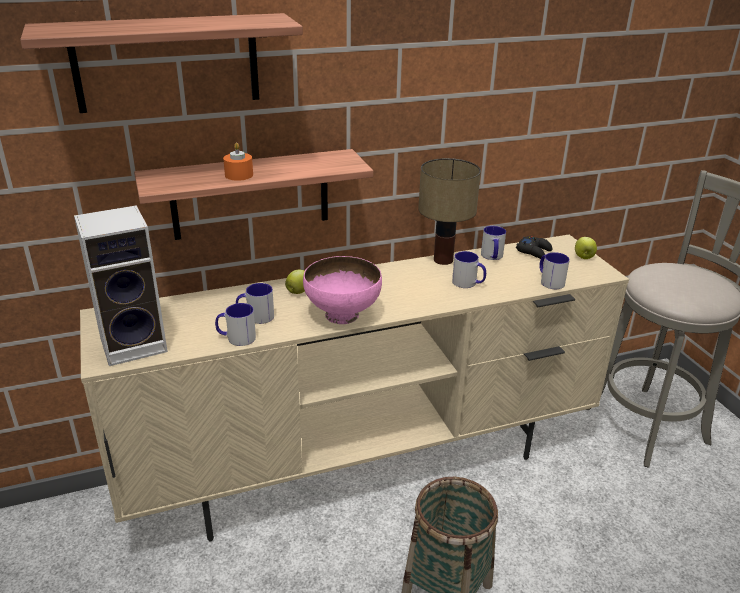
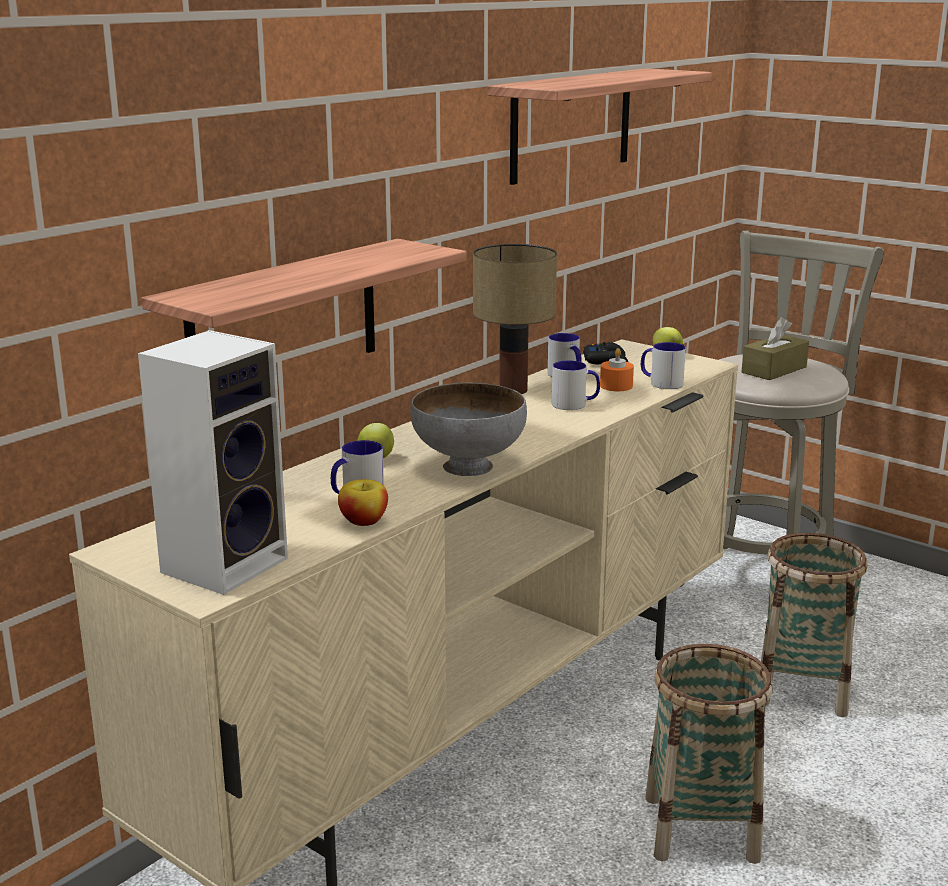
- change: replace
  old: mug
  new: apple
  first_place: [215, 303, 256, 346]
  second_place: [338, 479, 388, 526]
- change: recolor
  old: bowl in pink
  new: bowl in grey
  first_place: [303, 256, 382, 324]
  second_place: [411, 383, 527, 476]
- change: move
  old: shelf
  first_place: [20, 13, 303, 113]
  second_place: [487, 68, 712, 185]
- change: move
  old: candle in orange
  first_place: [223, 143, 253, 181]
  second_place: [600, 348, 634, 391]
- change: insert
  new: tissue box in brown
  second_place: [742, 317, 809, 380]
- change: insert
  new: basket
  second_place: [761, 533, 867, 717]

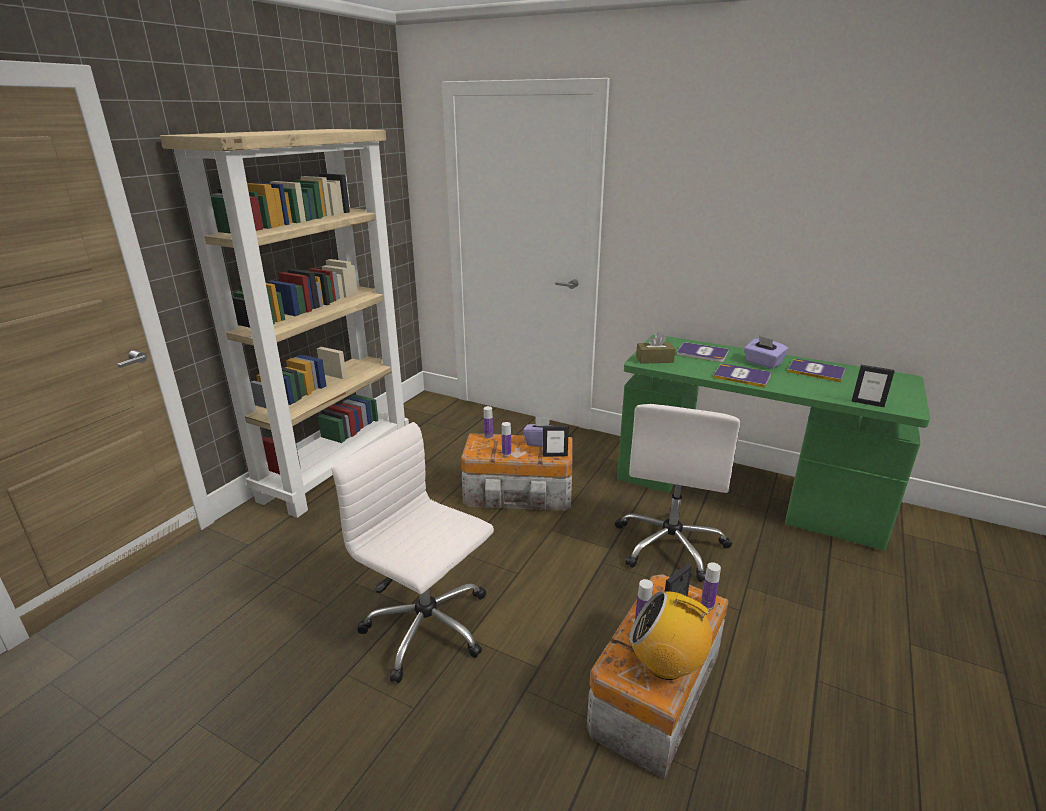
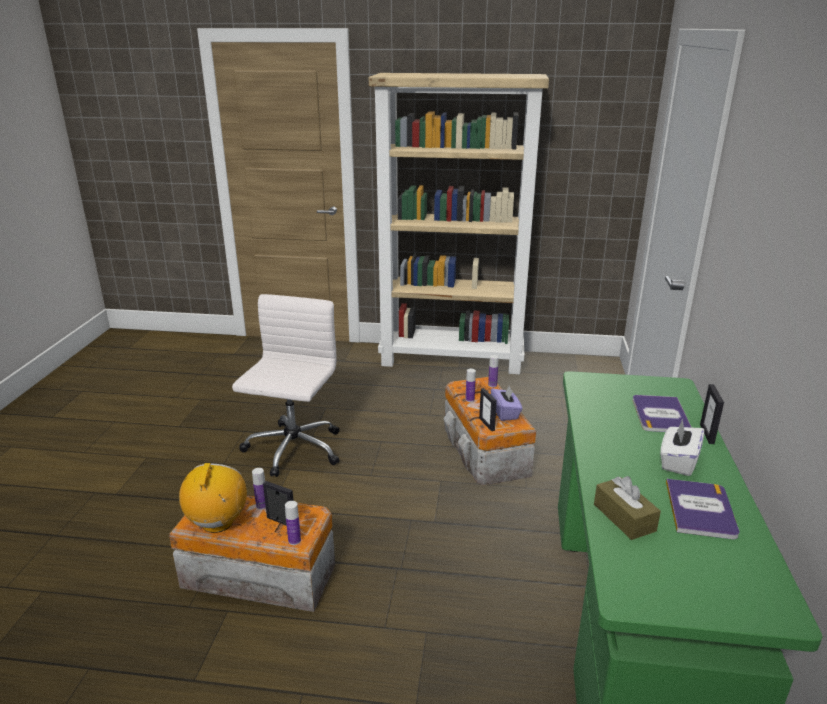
- change: move
  old: tissue box in brown
  first_place: [636, 333, 675, 364]
  second_place: [594, 476, 661, 540]
- change: recolor
  old: tissue box in purple
  new: tissue box in white
  first_place: [744, 336, 788, 369]
  second_place: [660, 419, 704, 476]
- change: move
  old: picture frame
  first_place: [852, 365, 895, 407]
  second_place: [700, 384, 724, 444]
- change: delete
  old: office chair in white
  first_place: [615, 404, 740, 582]
- change: delete
  old: book
  first_place: [713, 364, 771, 388]

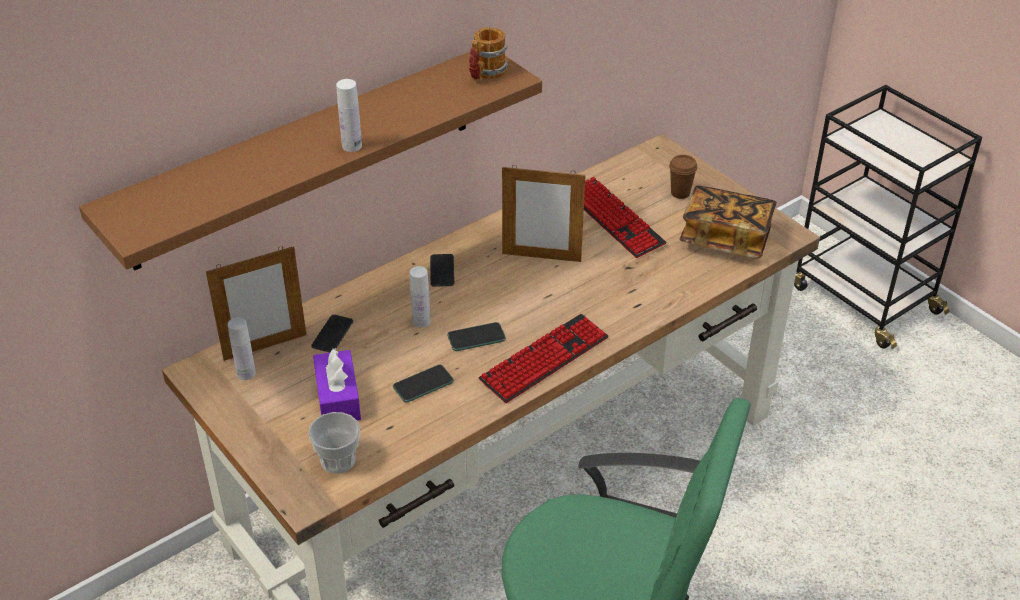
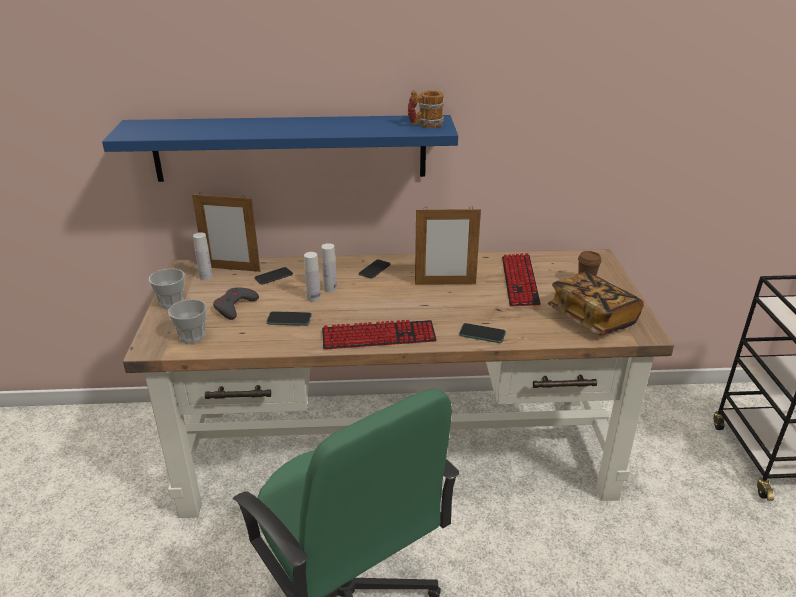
- change: recolor
  old: shelf in brown
  new: shelf in blue
  first_place: [79, 52, 542, 271]
  second_place: [102, 115, 458, 182]
- change: insert
  new: cup
  second_place: [149, 268, 185, 309]
- change: replace
  old: tissue box in purple
  new: game controller in grey
  first_place: [313, 348, 361, 421]
  second_place: [213, 287, 259, 320]
- change: move
  old: bottle in white
  first_place: [336, 79, 362, 152]
  second_place: [304, 252, 321, 302]
- change: rotate
  old: picture frame
  first_place: [502, 165, 585, 262]
  second_place: [415, 206, 481, 285]
  degrees: -45
- change: move
  old: phone
  first_place: [447, 322, 506, 351]
  second_place: [459, 323, 506, 343]

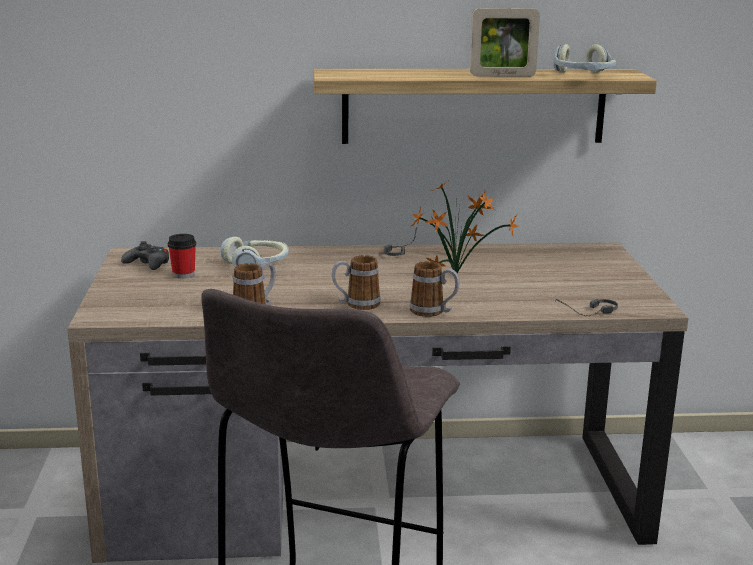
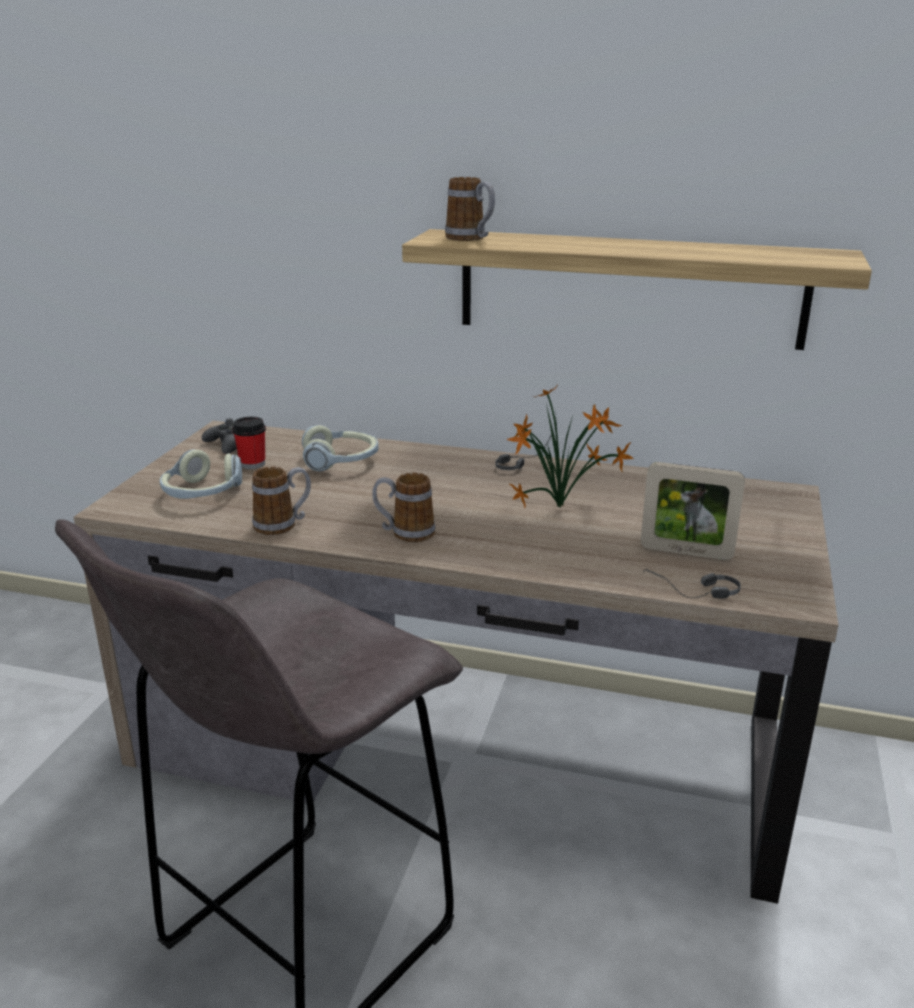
- change: move
  old: headphones
  first_place: [554, 44, 616, 73]
  second_place: [160, 449, 242, 499]
- change: move
  old: mug
  first_place: [410, 261, 459, 317]
  second_place: [445, 177, 495, 241]
- change: move
  old: picture frame
  first_place: [470, 8, 540, 77]
  second_place: [641, 462, 745, 560]

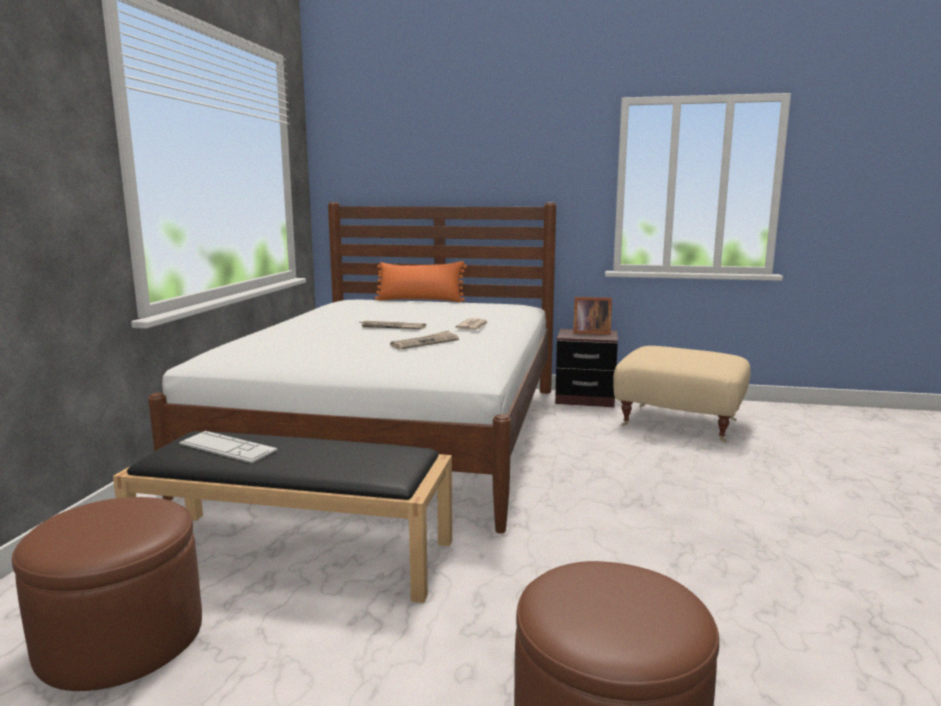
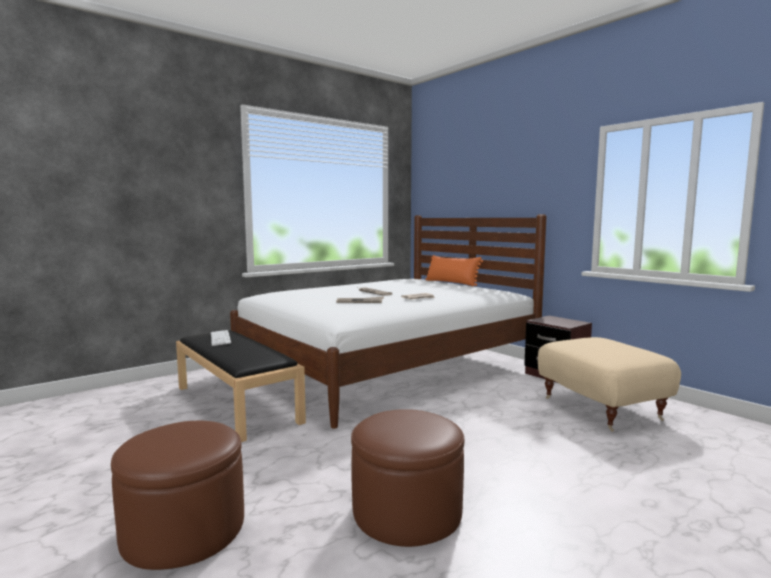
- change: move
  old: ottoman in brown
  first_place: [12, 497, 202, 691]
  second_place: [351, 409, 464, 547]
- change: delete
  old: picture frame
  first_place: [573, 297, 612, 335]

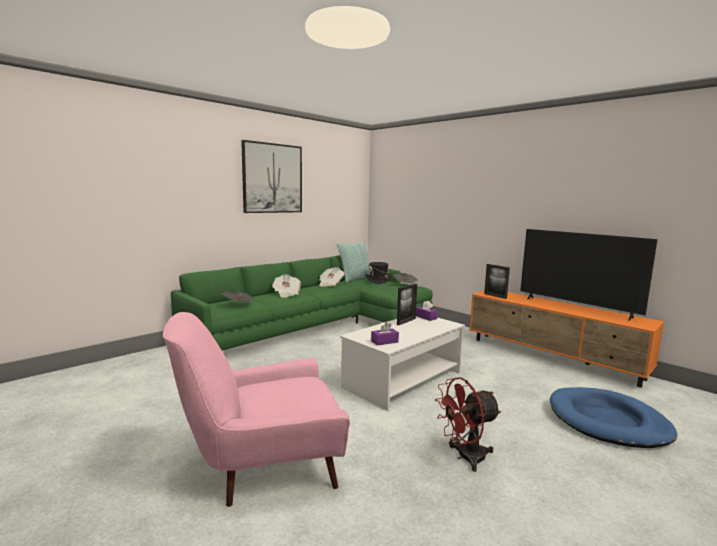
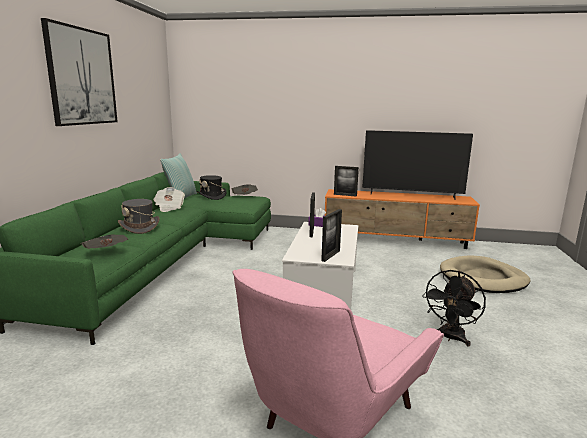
- change: replace
  old: newspaper
  new: hat in grey
  first_place: [272, 275, 301, 298]
  second_place: [118, 199, 159, 234]
- change: replace
  old: tissue box in purple
  new: picture frame
  first_place: [371, 322, 399, 346]
  second_place: [321, 209, 342, 262]
- change: recolor
  old: fan in red
  new: fan in black
  first_place: [435, 377, 501, 472]
  second_place: [422, 270, 486, 346]
- change: recolor
  old: dog bed in blue
  new: dog bed in beige
  first_place: [550, 387, 677, 448]
  second_place: [440, 255, 531, 293]

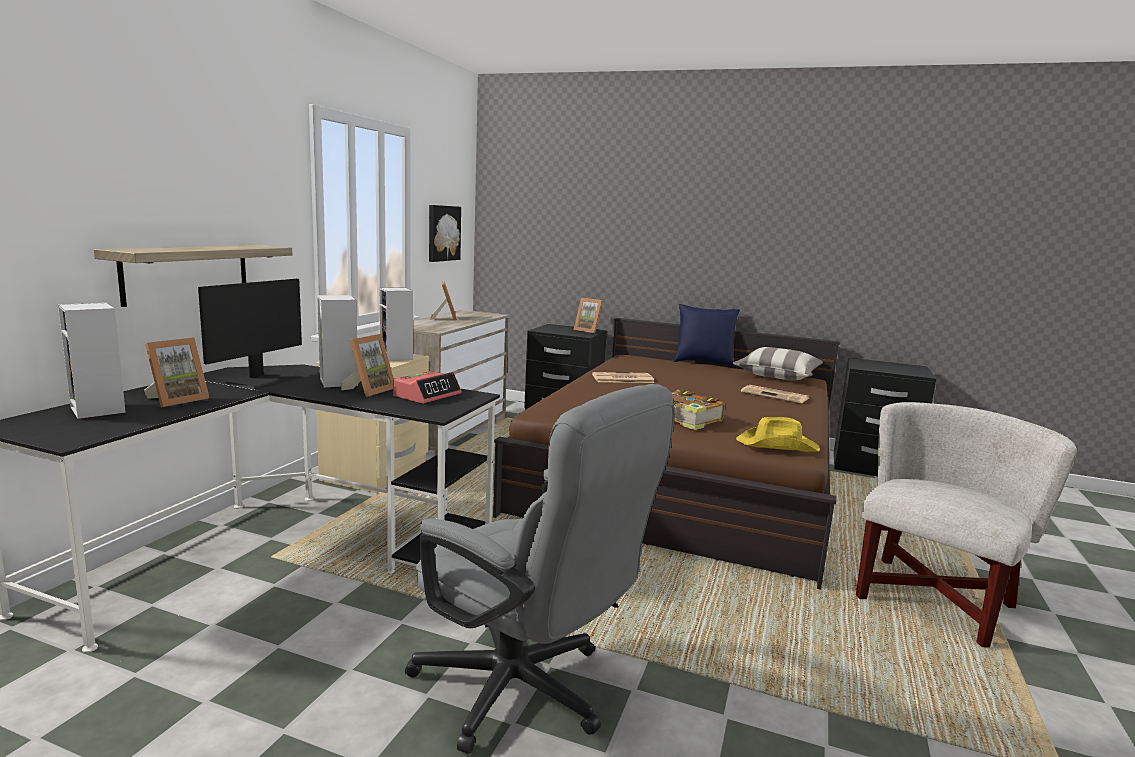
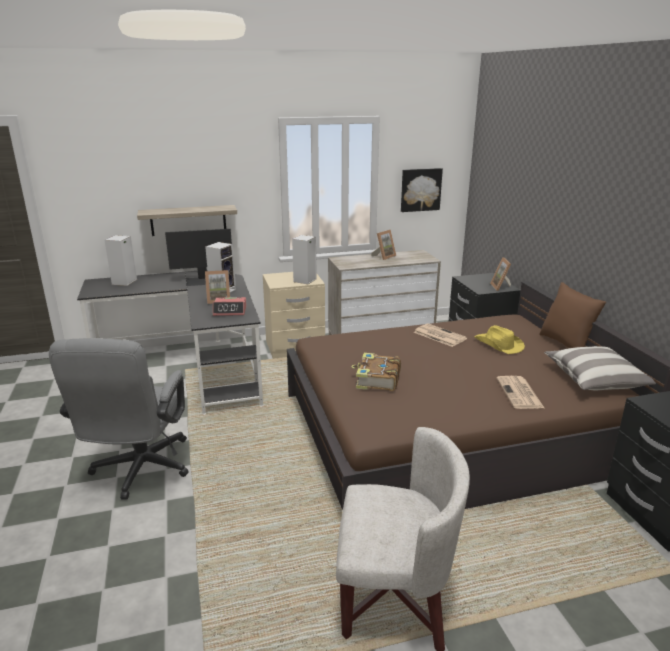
- change: move
  old: hat in yellow
  first_place: [736, 417, 820, 452]
  second_place: [474, 325, 525, 354]
- change: recolor
  old: pillow in blue
  new: pillow in brown
  first_place: [674, 304, 740, 367]
  second_place: [539, 282, 606, 348]
- change: delete
  old: picture frame
  first_place: [144, 337, 209, 407]

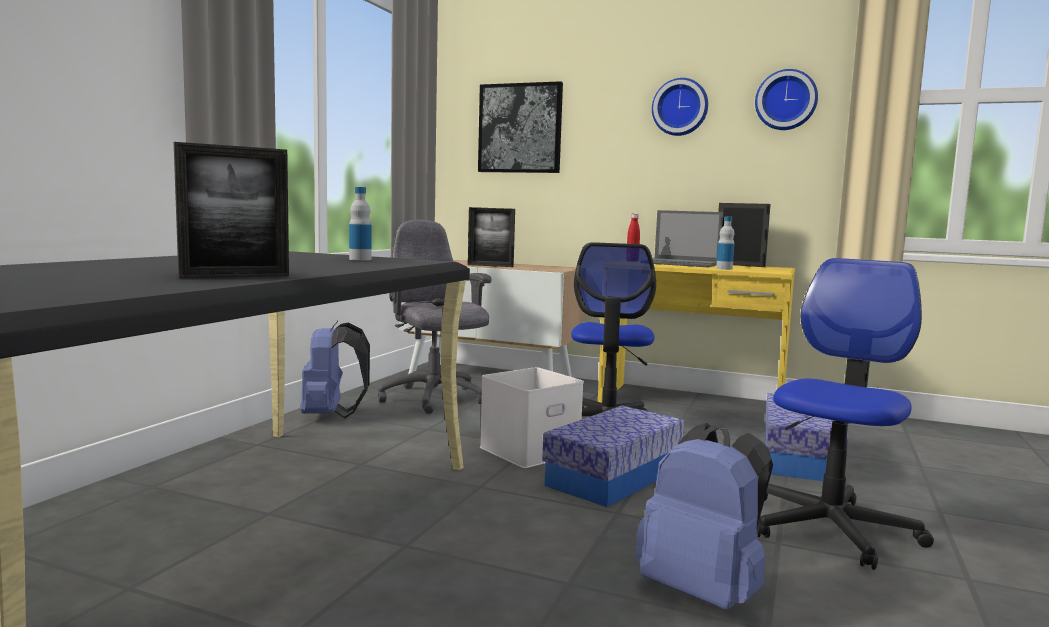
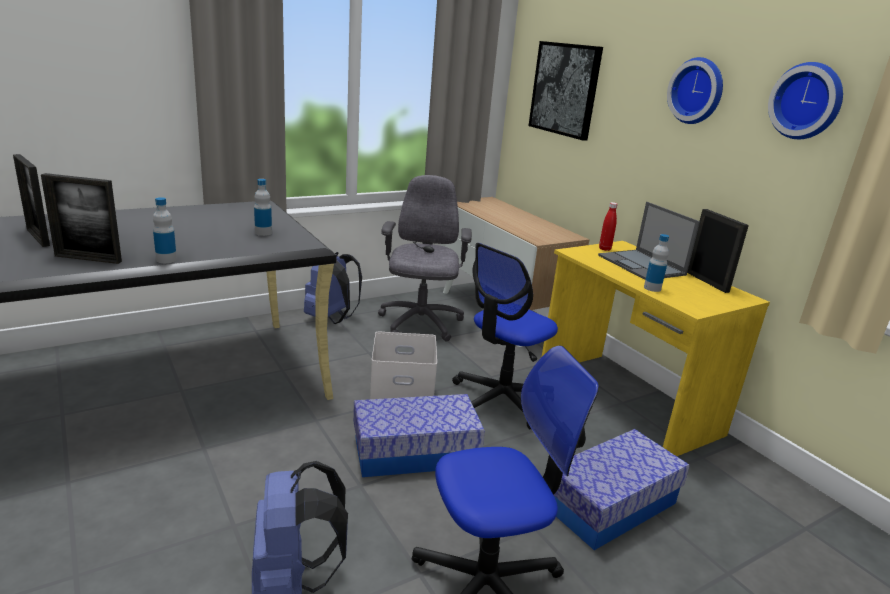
- change: move
  old: picture frame
  first_place: [468, 207, 515, 267]
  second_place: [13, 154, 50, 247]
- change: insert
  new: bottle
  second_place: [153, 197, 177, 263]

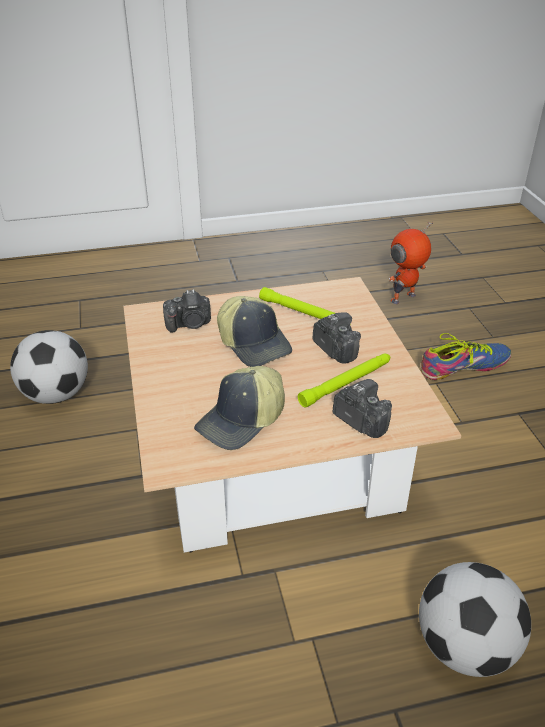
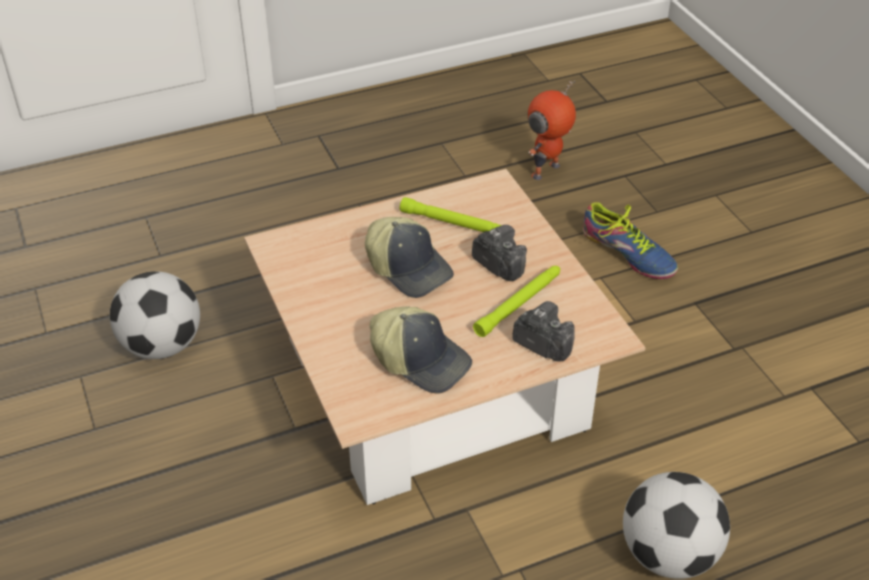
- change: rotate
  old: cap
  first_place: [194, 366, 285, 450]
  second_place: [369, 306, 472, 393]
  degrees: -90
- change: rotate
  old: shoe
  first_place: [421, 333, 511, 380]
  second_place: [583, 202, 678, 279]
  degrees: 75
- change: delete
  old: photo camera
  first_place: [163, 289, 211, 333]

